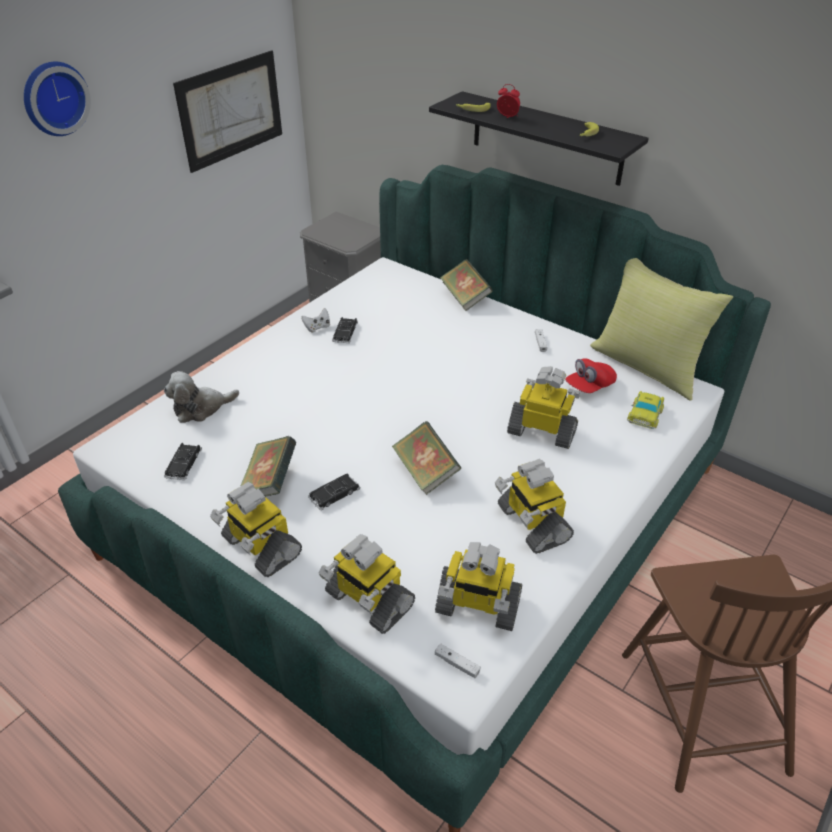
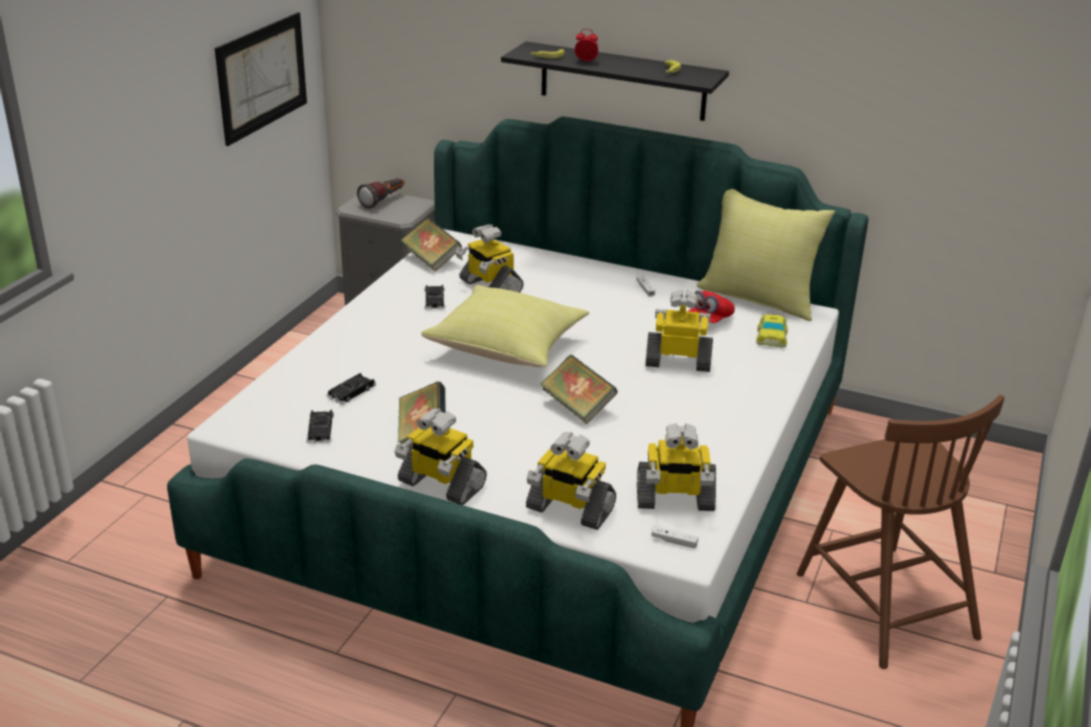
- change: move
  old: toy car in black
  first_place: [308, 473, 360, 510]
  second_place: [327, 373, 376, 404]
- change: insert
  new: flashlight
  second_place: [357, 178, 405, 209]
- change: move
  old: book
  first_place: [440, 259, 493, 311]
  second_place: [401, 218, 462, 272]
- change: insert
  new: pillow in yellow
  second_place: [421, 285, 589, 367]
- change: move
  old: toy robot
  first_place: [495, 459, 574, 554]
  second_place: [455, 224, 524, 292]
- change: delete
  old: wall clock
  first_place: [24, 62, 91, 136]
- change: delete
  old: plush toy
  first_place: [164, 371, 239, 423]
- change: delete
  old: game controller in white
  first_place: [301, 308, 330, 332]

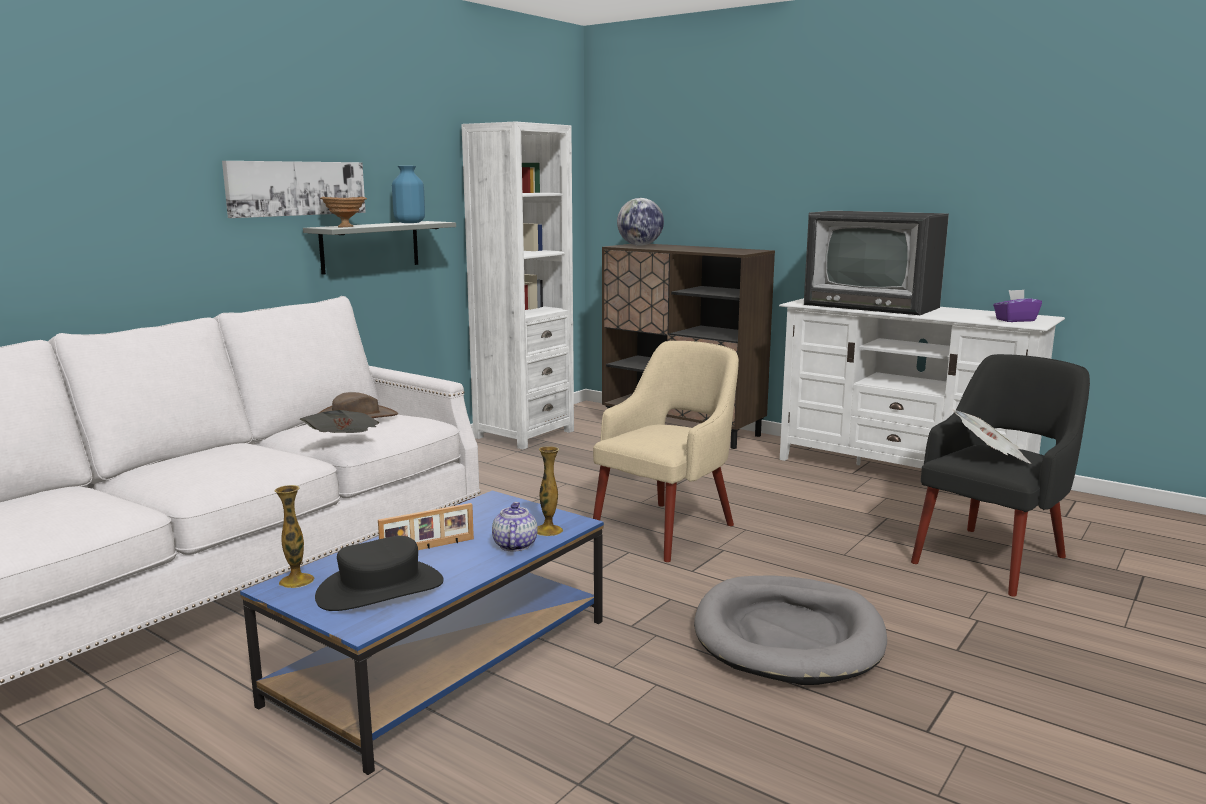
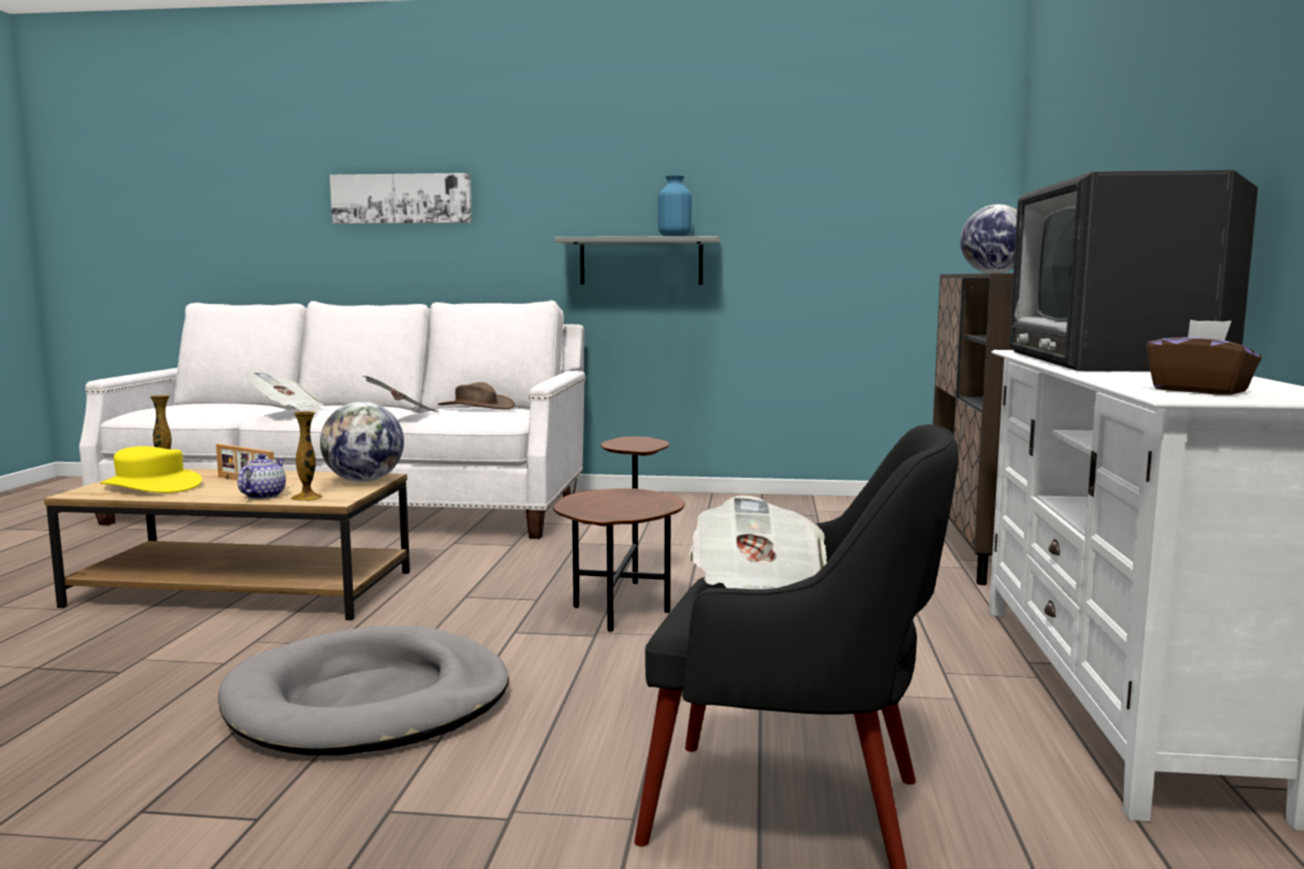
- change: recolor
  old: coffee table in blue
  new: coffee table in brown
  first_place: [240, 491, 604, 775]
  second_place: [44, 468, 410, 620]
- change: recolor
  old: hat in black
  new: hat in yellow
  first_place: [315, 536, 444, 611]
  second_place: [100, 446, 202, 493]
- change: rotate
  old: teapot
  first_place: [492, 502, 537, 551]
  second_place: [237, 454, 286, 499]
  degrees: -45
- change: insert
  new: newspaper
  second_place: [250, 372, 324, 414]
- change: insert
  new: globe
  second_place: [320, 402, 404, 482]
- change: move
  old: picture
  first_place: [222, 161, 366, 218]
  second_place: [330, 173, 472, 224]
- change: replace
  old: armchair in beige
  new: side table in brown
  first_place: [593, 341, 739, 562]
  second_place: [553, 437, 685, 632]
- change: recolor
  old: tissue box in purple
  new: tissue box in brown
  first_place: [993, 290, 1042, 322]
  second_place: [1146, 320, 1262, 395]
- change: delete
  old: bowl in brown
  first_place: [320, 197, 367, 227]
- change: delete
  old: bookcase in white
  first_place: [461, 122, 574, 449]

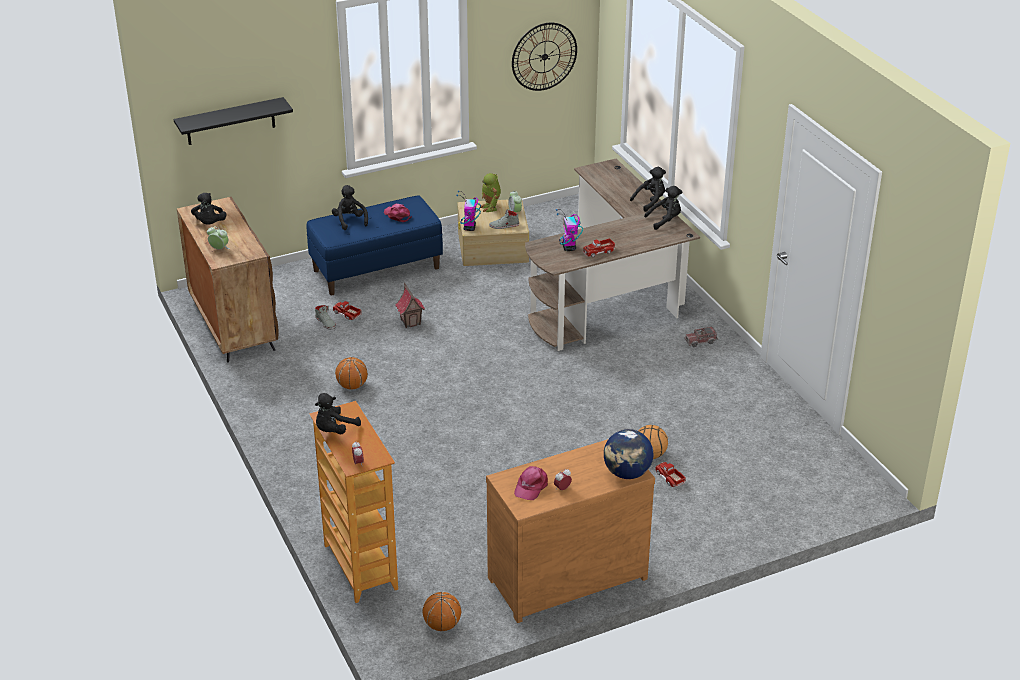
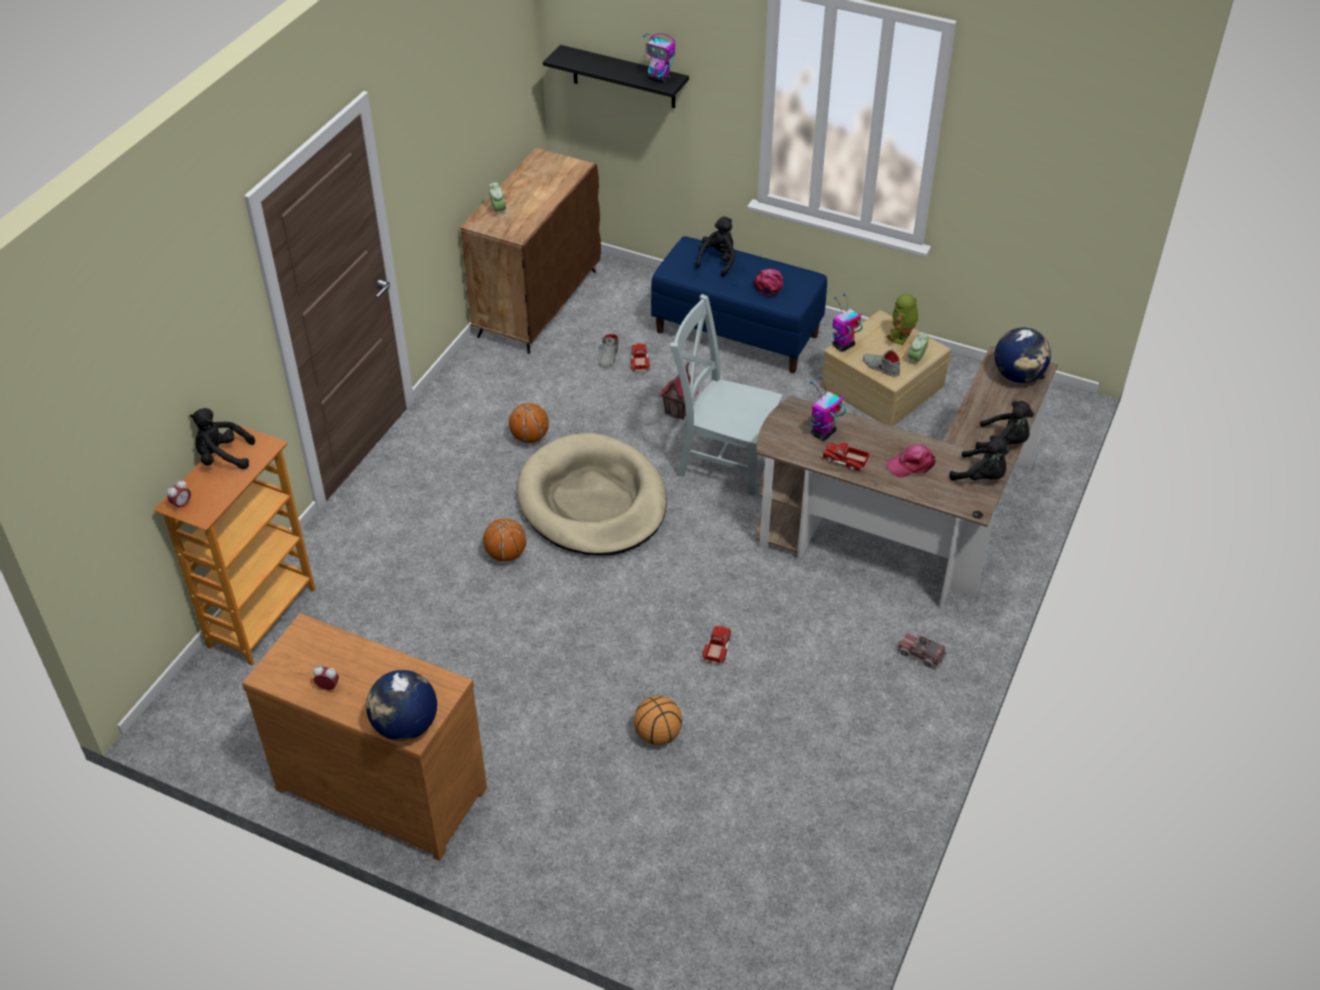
- change: move
  old: basketball
  first_place: [422, 592, 461, 631]
  second_place: [483, 518, 526, 562]
- change: insert
  new: dog bed in beige
  second_place: [517, 433, 667, 556]
- change: insert
  new: toy robot
  second_place: [643, 33, 675, 83]
- change: insert
  new: chair in grey
  second_place: [670, 294, 783, 496]
- change: move
  old: toy truck
  first_place: [655, 462, 686, 487]
  second_place: [702, 626, 731, 665]
- change: move
  old: cap in pink
  first_place: [514, 466, 548, 500]
  second_place: [886, 444, 936, 477]
- change: insert
  new: globe
  second_place: [994, 328, 1051, 383]
- change: delete
  old: plush toy in black
  first_place: [191, 193, 227, 225]
- change: delete
  old: wall clock
  first_place: [512, 22, 577, 91]

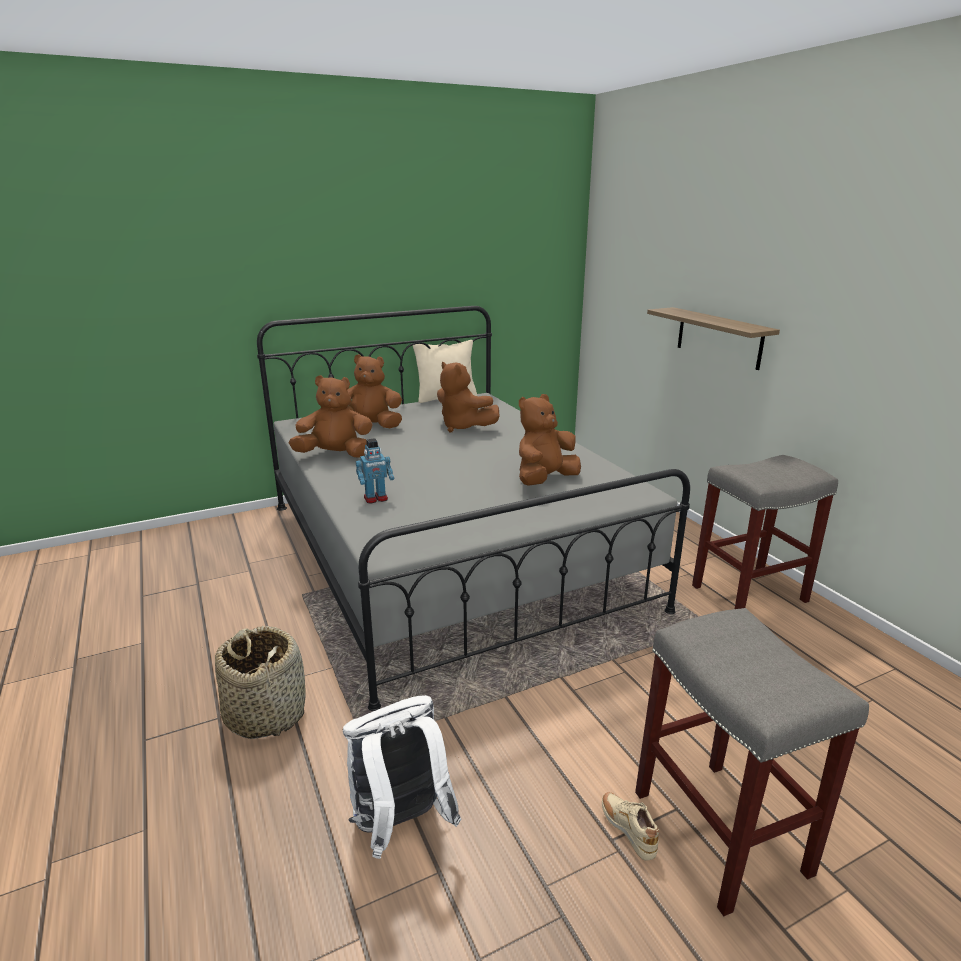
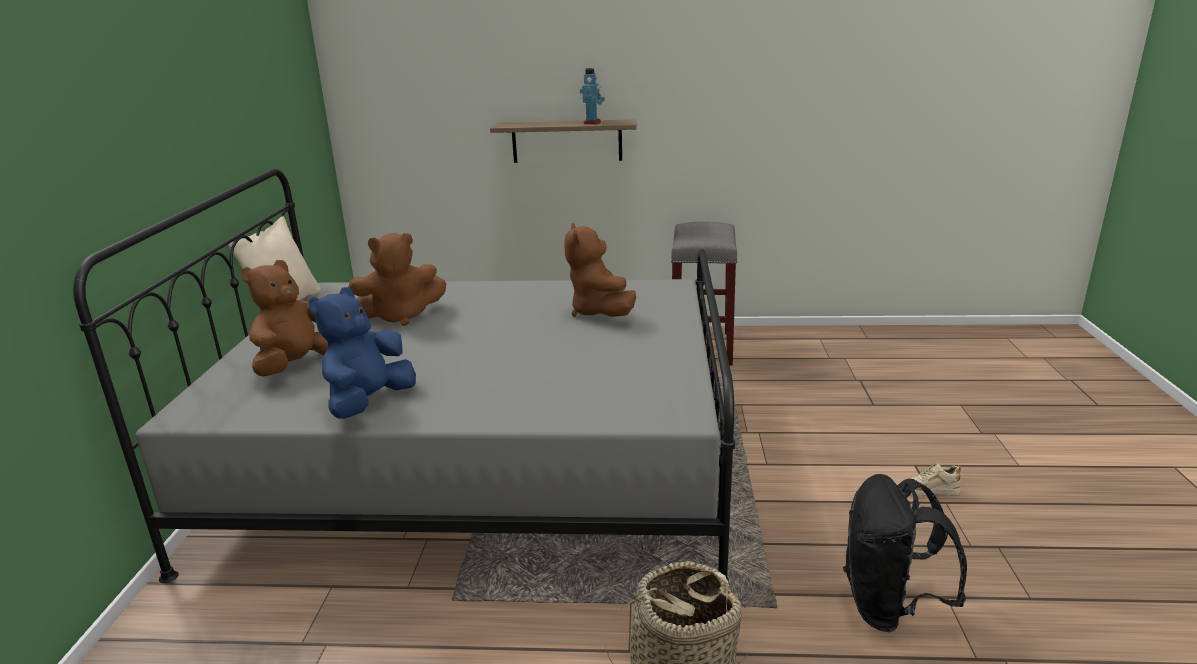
- change: recolor
  old: plush toy in brown
  new: plush toy in blue
  first_place: [289, 375, 373, 458]
  second_place: [308, 287, 416, 419]
- change: move
  old: toy robot
  first_place: [356, 438, 394, 504]
  second_place: [580, 68, 605, 124]
- change: recolor
  old: backpack in white
  new: backpack in black
  first_place: [343, 695, 462, 859]
  second_place: [843, 474, 967, 632]
- change: delete
  old: stool in grey
  first_place: [635, 608, 869, 916]

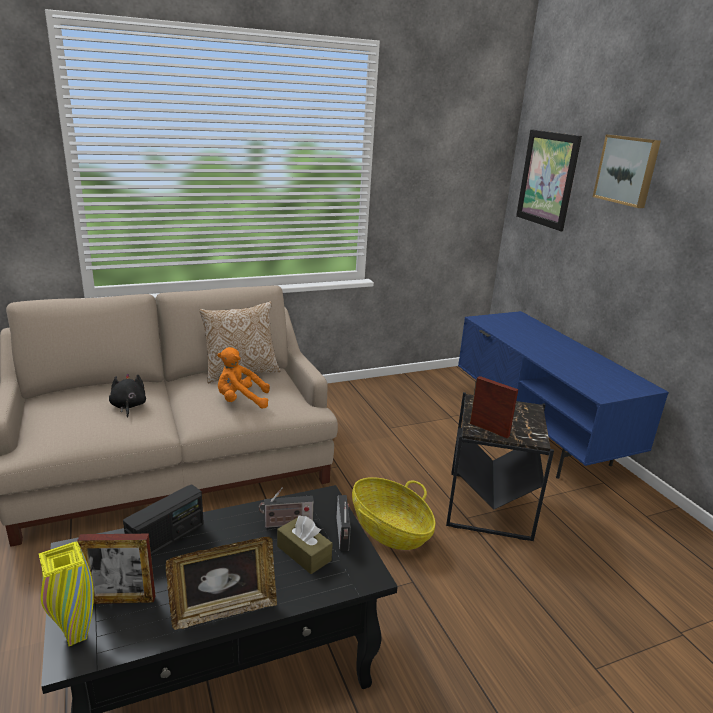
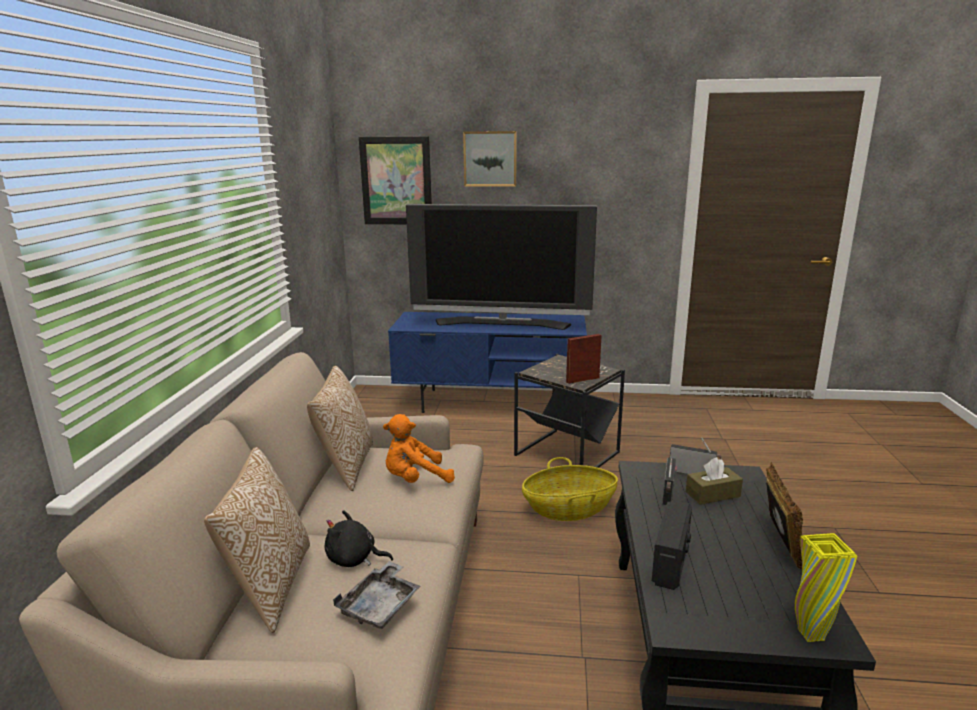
- change: insert
  new: pillow
  second_place: [204, 447, 310, 633]
- change: insert
  new: tray in grey
  second_place: [333, 561, 421, 629]
- change: rotate
  old: plush toy in orange
  first_place: [217, 347, 270, 409]
  second_place: [383, 414, 455, 483]
  degrees: 45
- change: insert
  new: television
  second_place: [406, 204, 597, 330]
- change: rotate
  old: radio
  first_place: [123, 484, 204, 555]
  second_place: [652, 500, 692, 590]
  degrees: 45
- change: delete
  old: picture frame
  first_place: [77, 534, 155, 604]

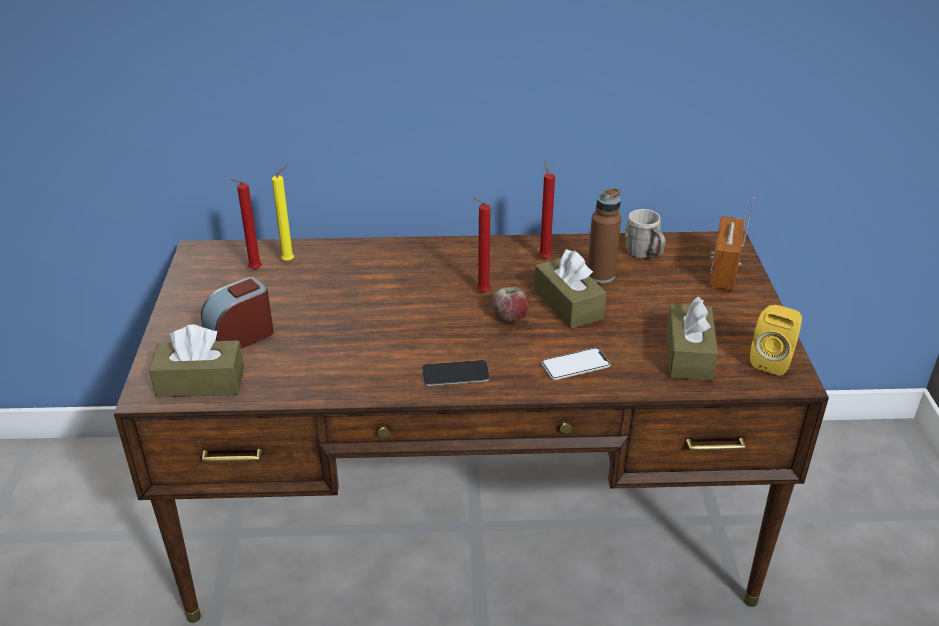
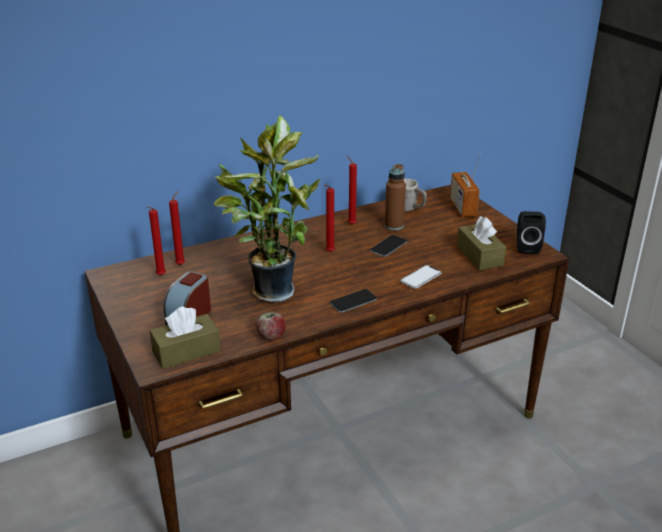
- change: recolor
  old: candle in yellow
  new: candle in red
  first_place: [272, 166, 294, 262]
  second_place: [169, 191, 185, 265]
- change: insert
  new: potted plant
  second_place: [213, 115, 321, 303]
- change: move
  old: apple
  first_place: [492, 287, 529, 323]
  second_place: [256, 312, 286, 340]
- change: replace
  old: tissue box in brown
  new: phone
  first_place: [534, 249, 607, 329]
  second_place: [370, 235, 407, 257]
- change: recolor
  old: speaker in yellow
  new: speaker in black
  first_place: [750, 305, 802, 376]
  second_place: [517, 211, 546, 254]

